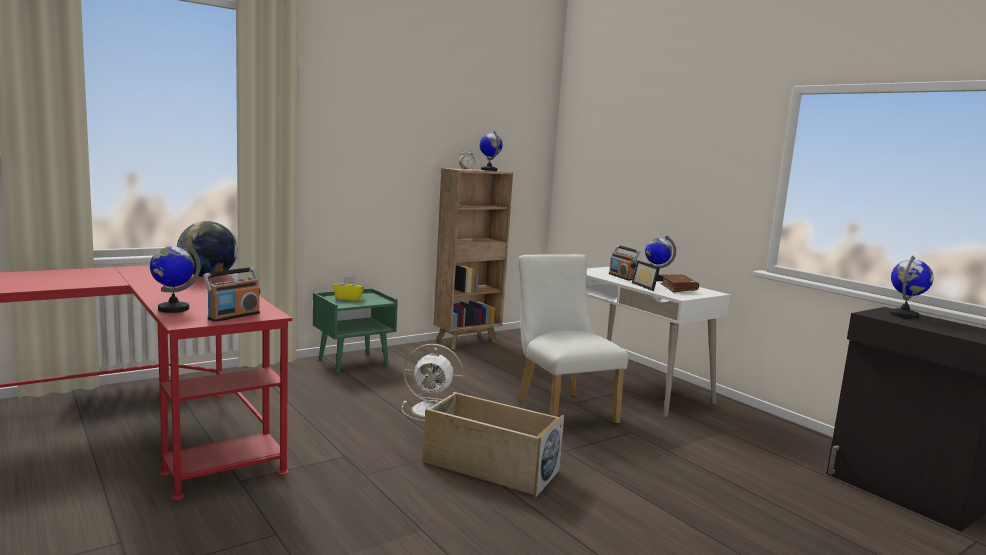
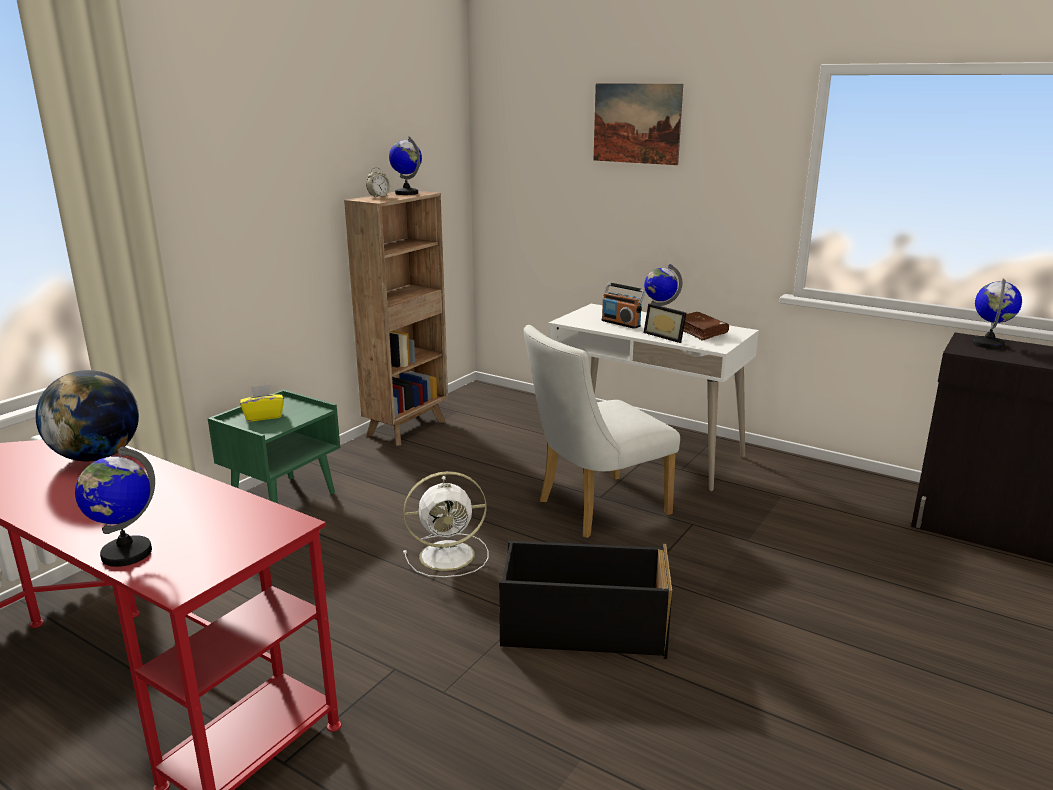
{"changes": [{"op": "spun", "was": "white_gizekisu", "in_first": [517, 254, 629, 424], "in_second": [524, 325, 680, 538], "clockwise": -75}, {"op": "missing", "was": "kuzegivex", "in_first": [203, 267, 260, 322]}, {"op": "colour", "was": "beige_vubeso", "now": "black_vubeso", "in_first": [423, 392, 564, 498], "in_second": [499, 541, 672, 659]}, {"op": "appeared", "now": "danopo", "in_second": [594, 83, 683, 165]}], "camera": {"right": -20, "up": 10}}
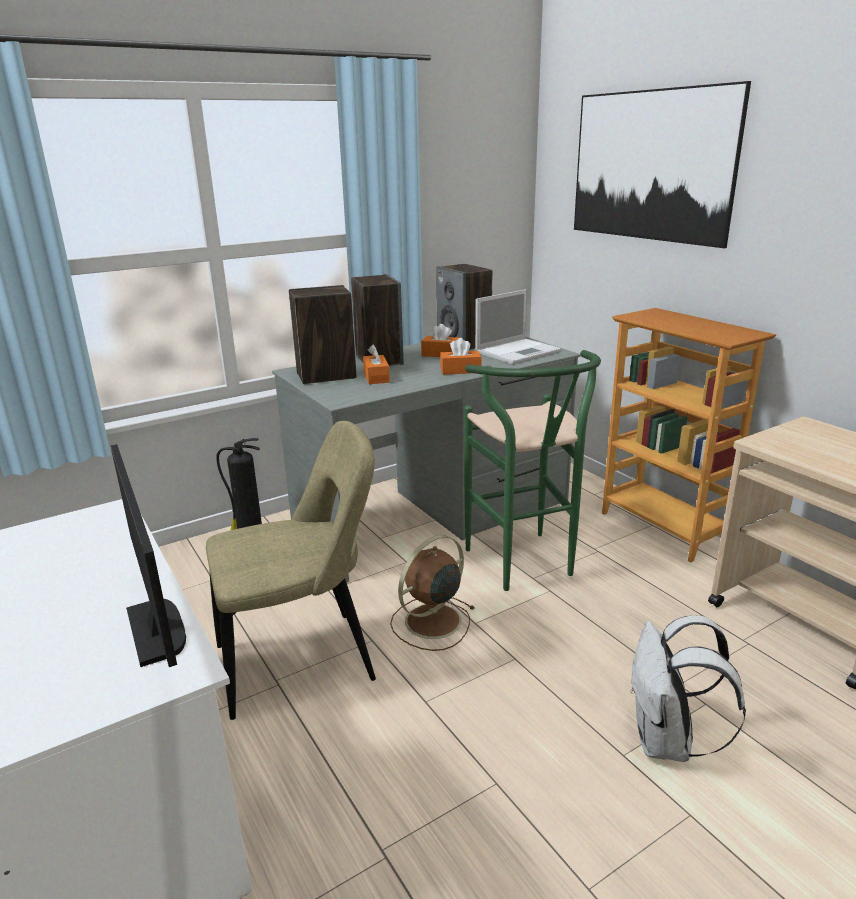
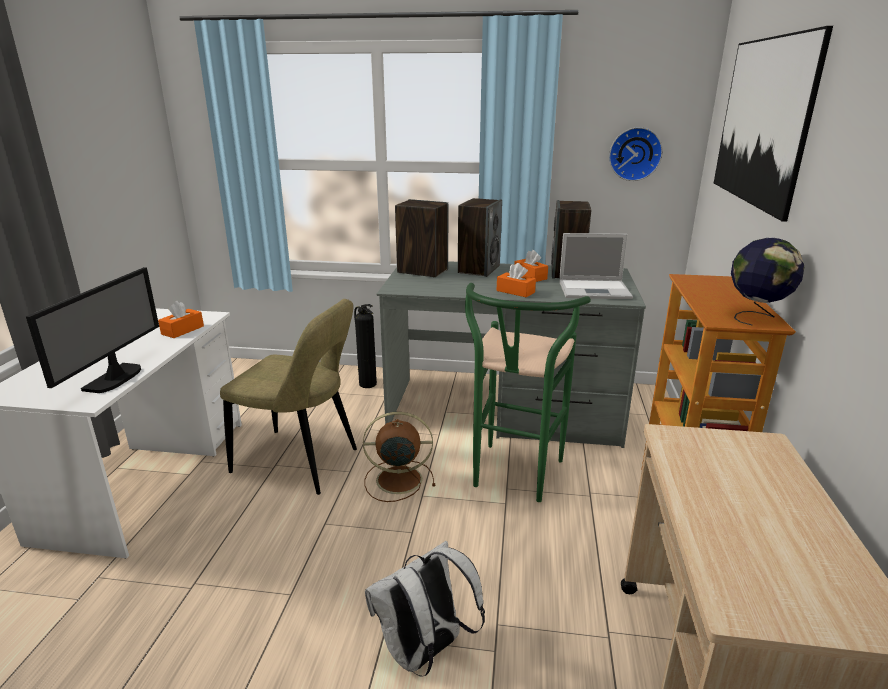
{"changes": [{"op": "relocated", "was": "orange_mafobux", "in_first": [363, 344, 390, 384], "in_second": [158, 301, 204, 338]}, {"op": "appeared", "now": "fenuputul", "in_second": [609, 127, 663, 181]}, {"op": "appeared", "now": "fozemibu", "in_second": [731, 237, 804, 325]}], "camera": {"right": 40, "up": 0}}
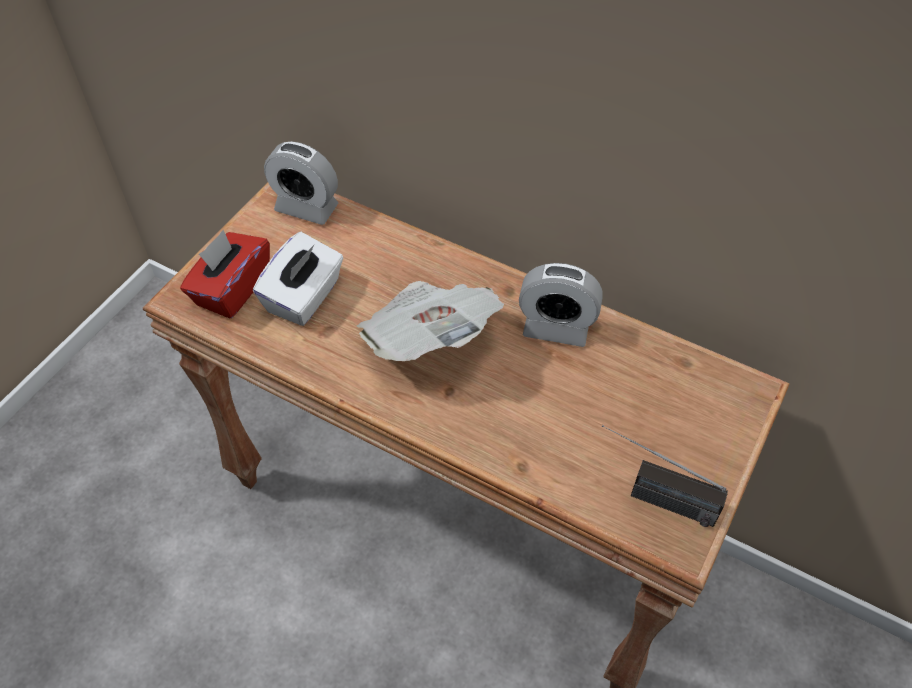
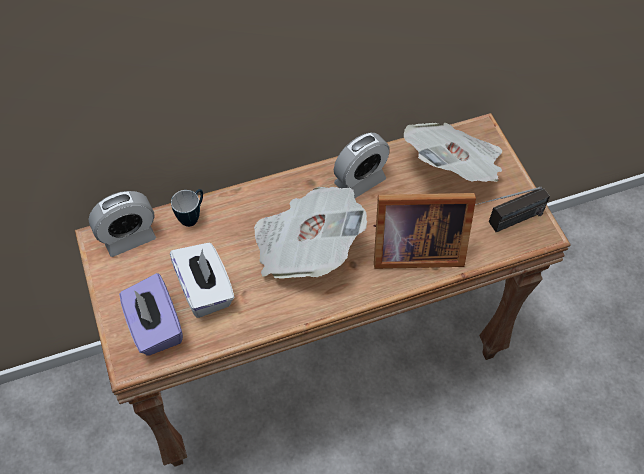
{"changes": [{"op": "colour", "was": "red_mafobux", "now": "purple_mafobux", "in_first": [180, 230, 270, 318], "in_second": [119, 273, 183, 356]}, {"op": "appeared", "now": "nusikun", "in_second": [404, 123, 502, 182]}, {"op": "appeared", "now": "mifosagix", "in_second": [171, 189, 203, 227]}, {"op": "appeared", "now": "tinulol", "in_second": [373, 193, 476, 269]}], "camera": {"right": -50, "up": 5}}
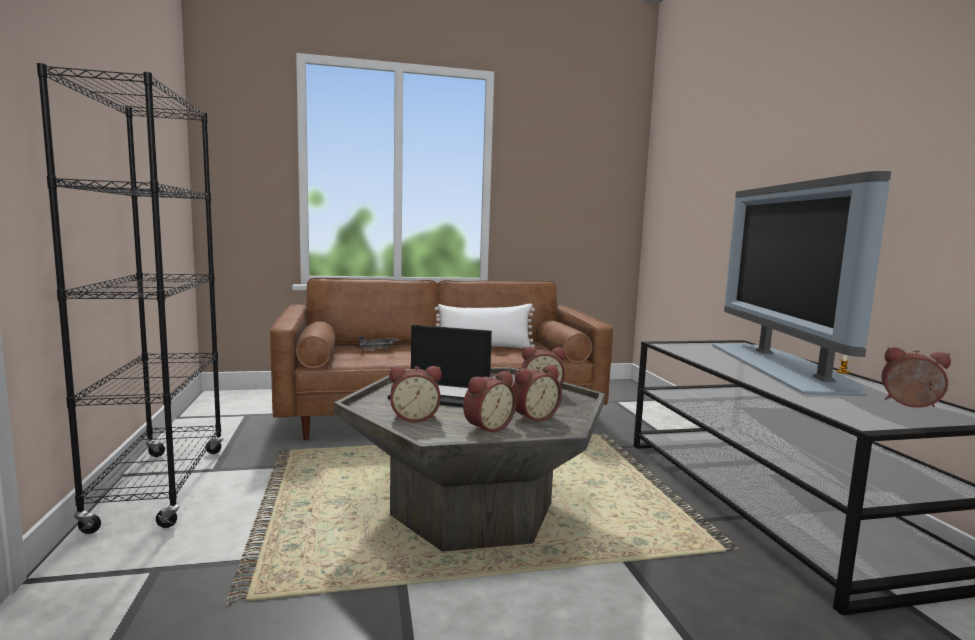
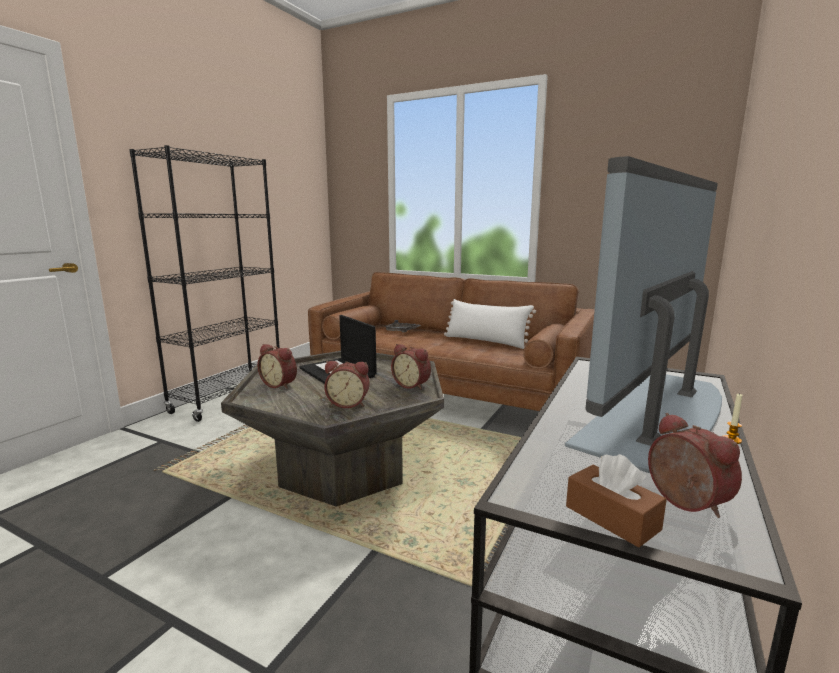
{"changes": [{"op": "missing", "was": "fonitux", "in_first": [463, 371, 517, 434]}, {"op": "appeared", "now": "brown_mafobux", "in_second": [566, 454, 667, 548]}], "camera": {"right": 40, "up": 5}}
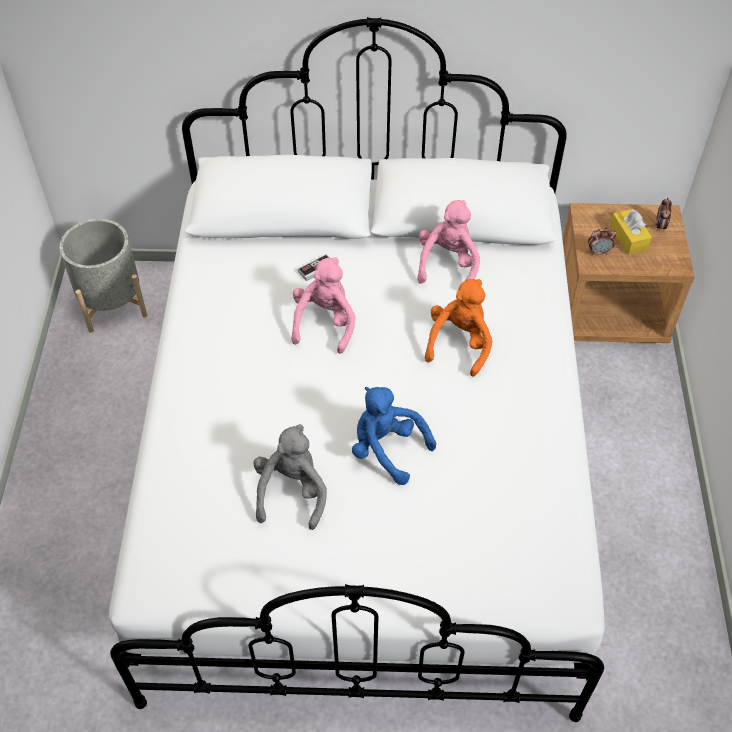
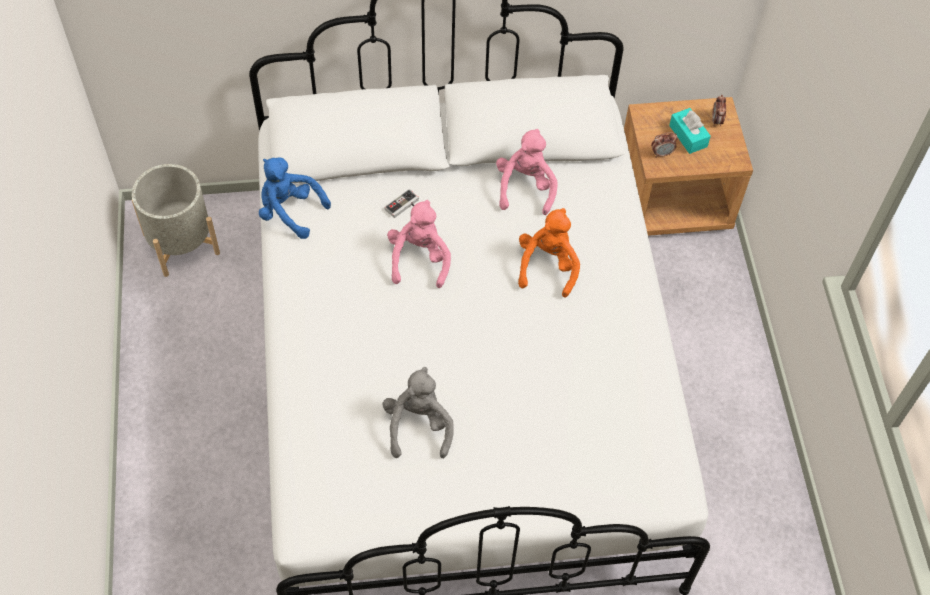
{"changes": [{"op": "colour", "was": "yellow_mafobux", "now": "turquoise_mafobux", "in_first": [610, 209, 652, 255], "in_second": [669, 108, 711, 154]}, {"op": "relocated", "was": "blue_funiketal", "in_first": [352, 387, 436, 485], "in_second": [259, 158, 331, 239]}], "camera": {"right": -10, "up": 5}}
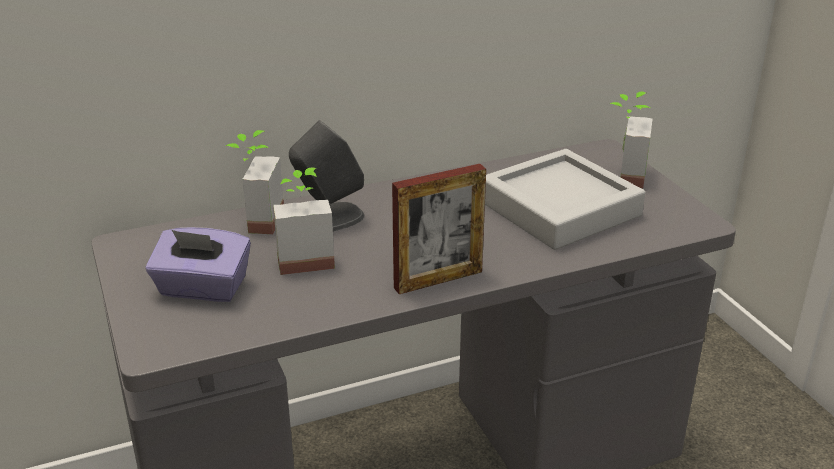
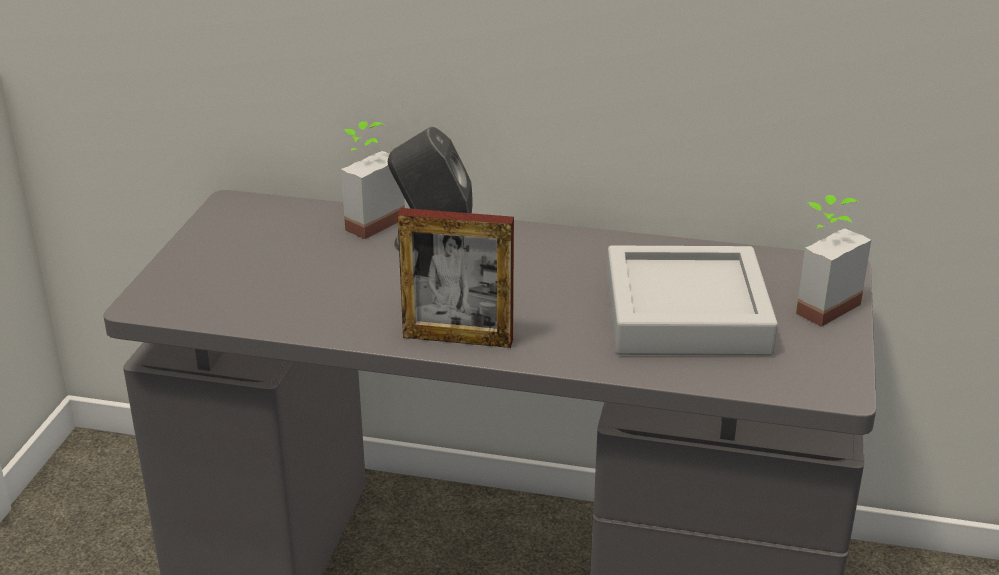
{"changes": [{"op": "missing", "was": "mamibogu", "in_first": [273, 167, 335, 275]}, {"op": "missing", "was": "purple_mafobux", "in_first": [146, 227, 251, 302]}], "camera": {"right": 35, "up": 0}}
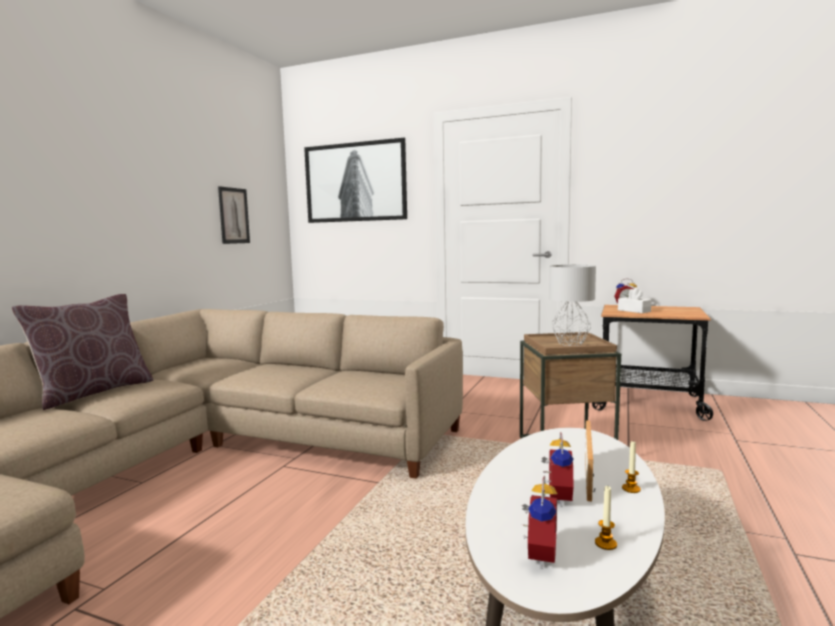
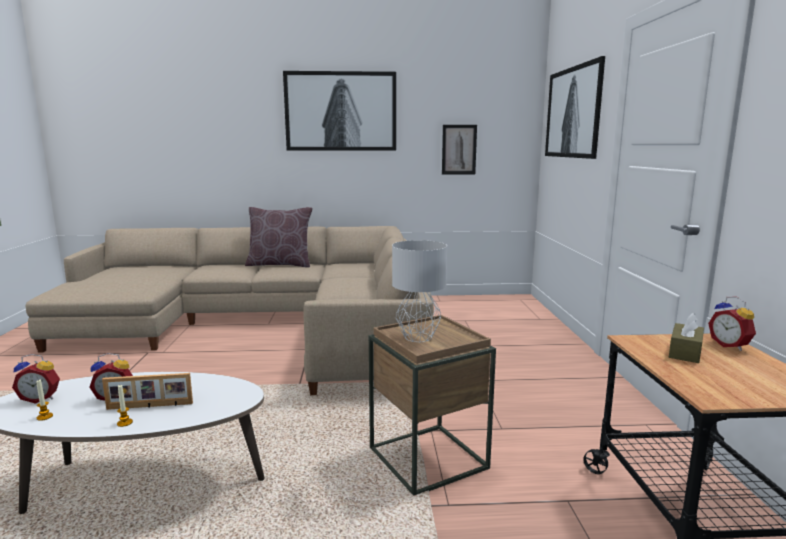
{"changes": [{"op": "colour", "was": "white_mafobux", "now": "brown_mafobux", "in_first": [618, 287, 651, 313], "in_second": [669, 313, 704, 363]}, {"op": "appeared", "now": "danopo", "in_second": [283, 71, 396, 151]}], "camera": {"right": 65, "up": 5}}
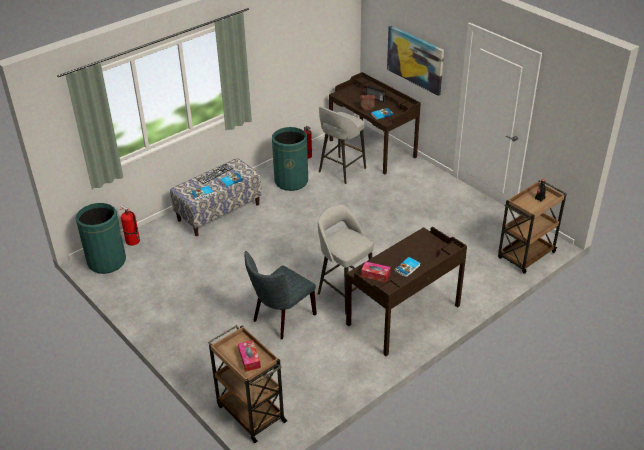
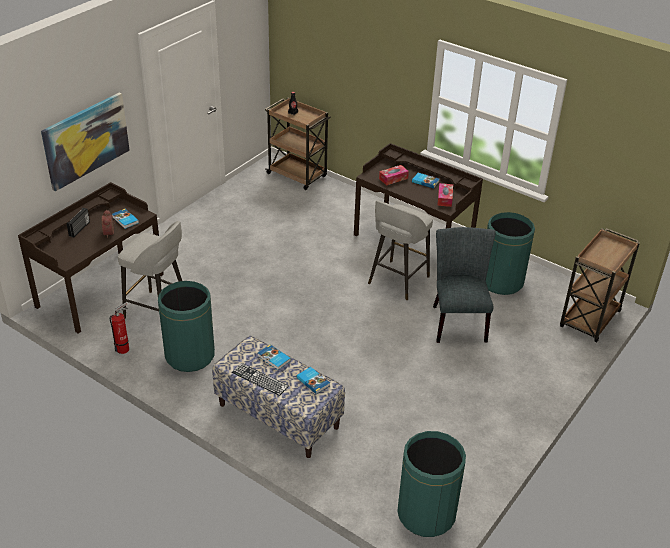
{"changes": [{"op": "missing", "was": "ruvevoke", "in_first": [120, 205, 140, 246]}, {"op": "spun", "was": "grey_gizekisu", "in_first": [244, 251, 317, 339], "in_second": [433, 227, 496, 343], "clockwise": -120}, {"op": "relocated", "was": "mafobux", "in_first": [238, 340, 261, 372], "in_second": [379, 165, 409, 186]}, {"op": "appeared", "now": "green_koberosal", "in_second": [486, 212, 535, 295]}], "camera": {"right": -105, "up": 0}}
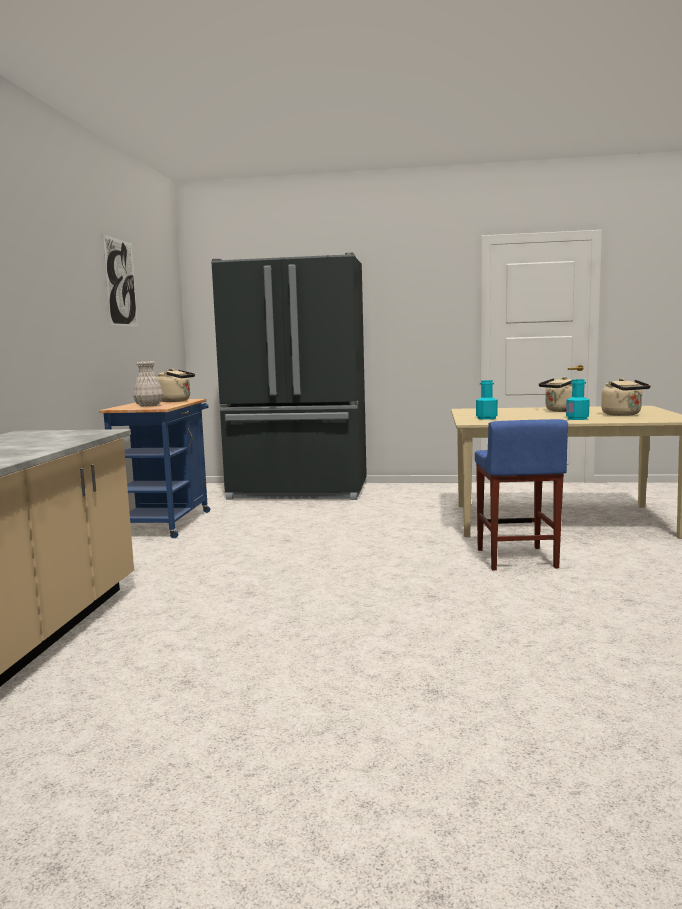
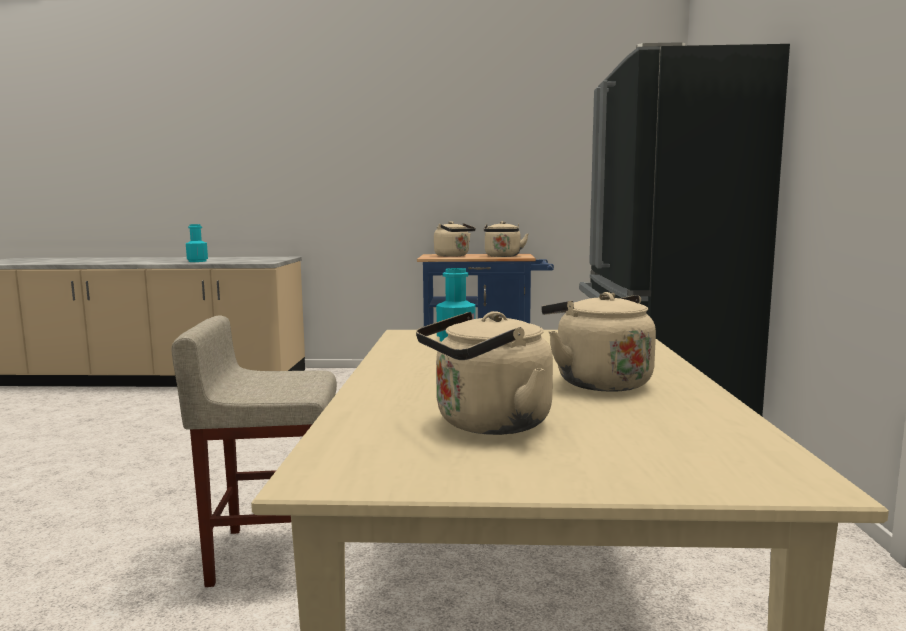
{"changes": [{"op": "missing", "was": "danopo", "in_first": [103, 234, 138, 326]}, {"op": "exchanged", "was": "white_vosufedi", "now": "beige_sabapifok", "in_first": [133, 362, 163, 407], "in_second": [434, 221, 476, 257]}, {"op": "relocated", "was": "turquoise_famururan", "in_first": [566, 379, 590, 420], "in_second": [186, 224, 208, 262]}, {"op": "colour", "was": "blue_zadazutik", "now": "beige_zadazutik", "in_first": [475, 419, 568, 570], "in_second": [171, 316, 337, 587]}], "camera": {"right": 85, "up": 0}}
